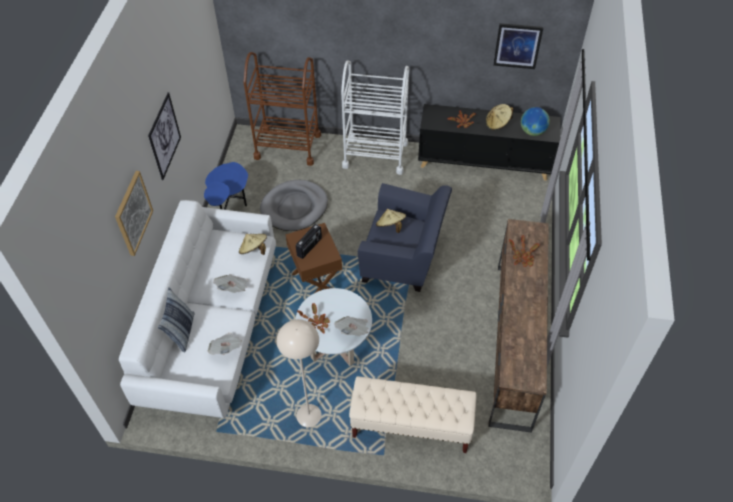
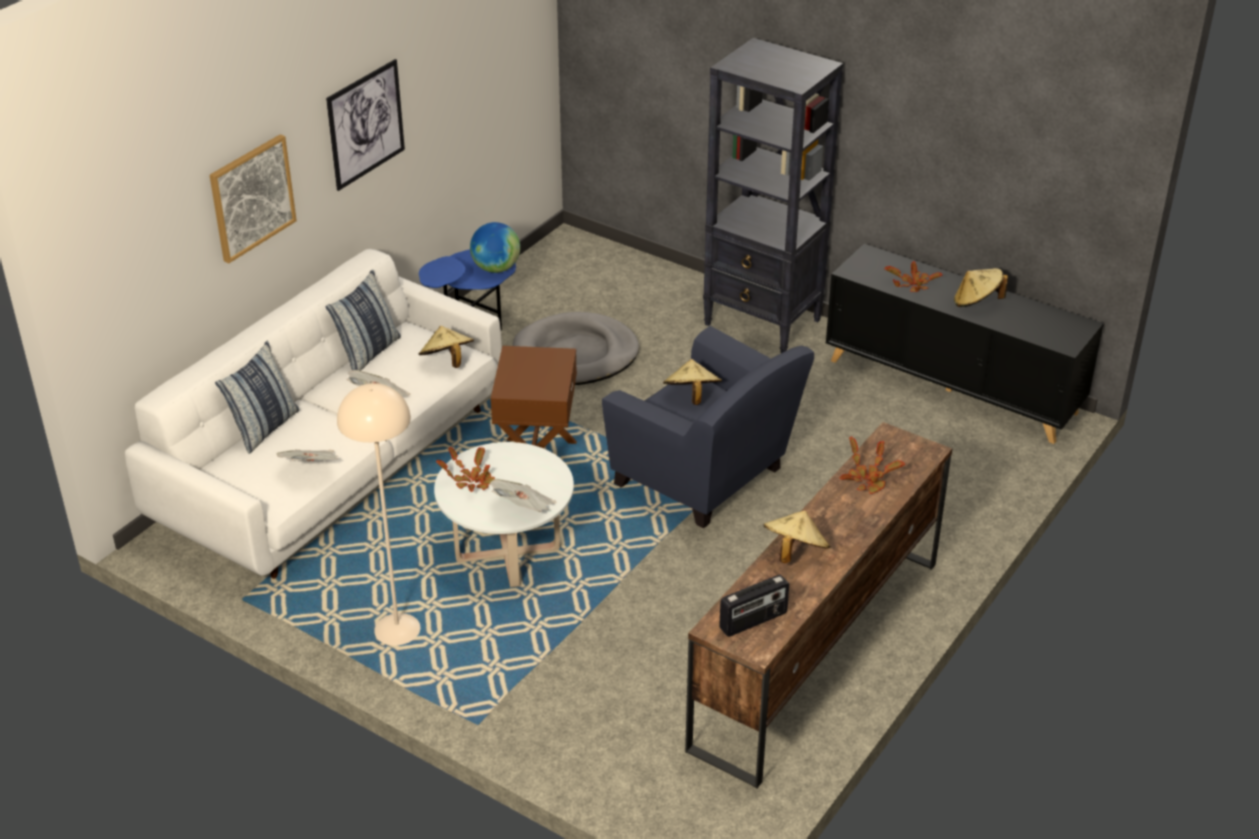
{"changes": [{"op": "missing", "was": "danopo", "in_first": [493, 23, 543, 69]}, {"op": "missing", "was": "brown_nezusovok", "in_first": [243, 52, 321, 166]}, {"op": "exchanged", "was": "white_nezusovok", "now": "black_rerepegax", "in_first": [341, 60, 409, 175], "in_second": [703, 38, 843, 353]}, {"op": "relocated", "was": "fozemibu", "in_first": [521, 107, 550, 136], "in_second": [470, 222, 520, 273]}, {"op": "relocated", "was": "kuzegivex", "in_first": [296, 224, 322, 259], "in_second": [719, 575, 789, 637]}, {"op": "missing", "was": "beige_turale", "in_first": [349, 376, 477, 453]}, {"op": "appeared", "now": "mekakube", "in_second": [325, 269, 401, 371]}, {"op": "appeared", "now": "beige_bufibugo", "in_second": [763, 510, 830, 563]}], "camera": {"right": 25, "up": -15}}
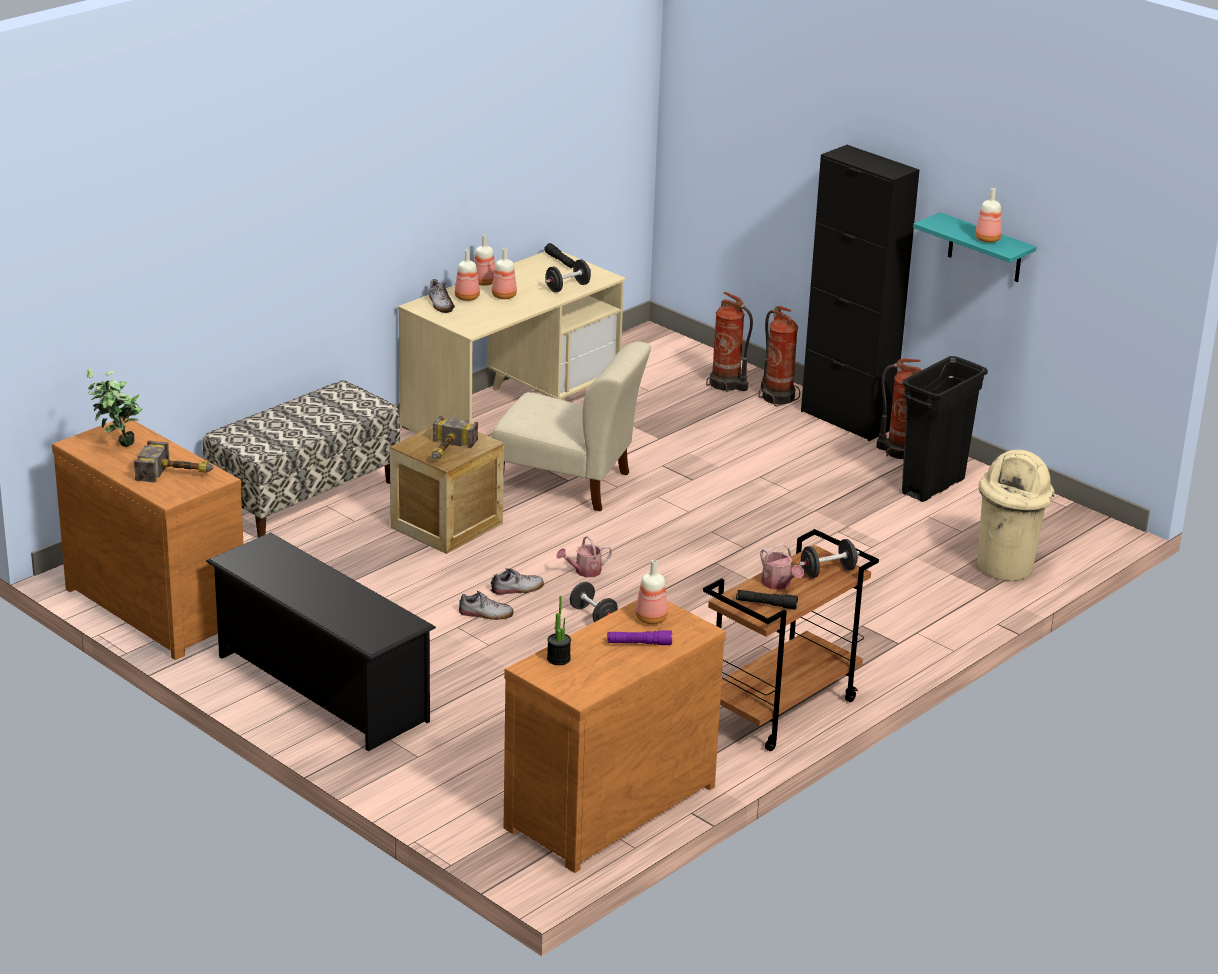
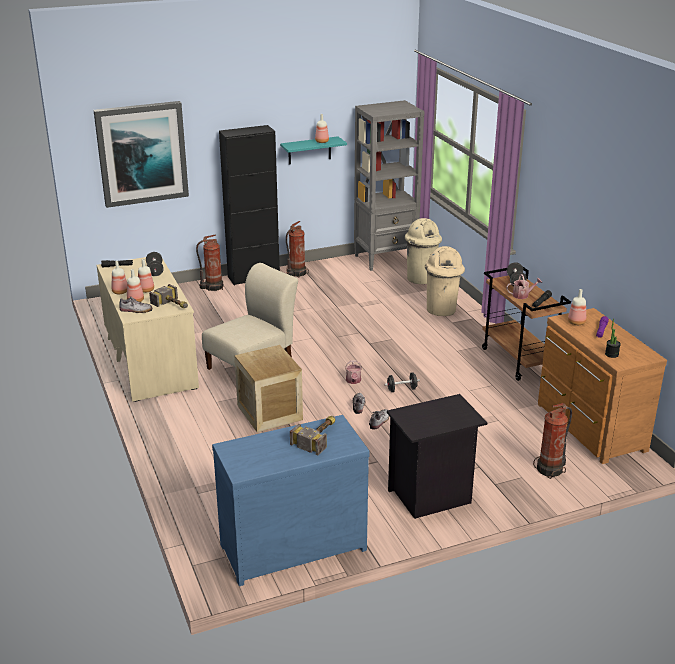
{"changes": [{"op": "relocated", "was": "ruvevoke", "in_first": [706, 292, 753, 392], "in_second": [533, 403, 572, 479]}, {"op": "missing", "was": "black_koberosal", "in_first": [902, 356, 988, 502]}, {"op": "missing", "was": "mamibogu", "in_first": [87, 368, 142, 447]}, {"op": "missing", "was": "turale", "in_first": [203, 380, 400, 538]}, {"op": "relocated", "was": "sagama", "in_first": [432, 416, 478, 459], "in_second": [149, 284, 188, 308]}, {"op": "colour", "was": "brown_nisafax", "now": "blue_nisafax", "in_first": [52, 418, 243, 660], "in_second": [212, 415, 369, 586]}, {"op": "exchanged", "was": "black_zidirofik", "now": "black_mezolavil", "in_first": [206, 532, 436, 751], "in_second": [387, 394, 487, 519]}, {"op": "appeared", "now": "grey_rerepegax", "in_second": [354, 100, 425, 271]}, {"op": "appeared", "now": "danopo", "in_second": [93, 101, 189, 208]}, {"op": "appeared", "now": "beige_koberosal", "in_second": [425, 246, 465, 316]}], "camera": {"right": -65, "up": 0}}
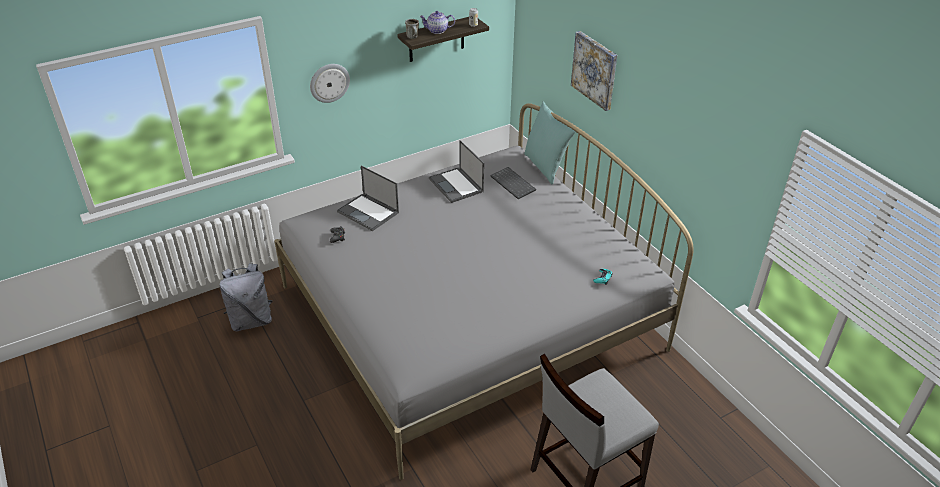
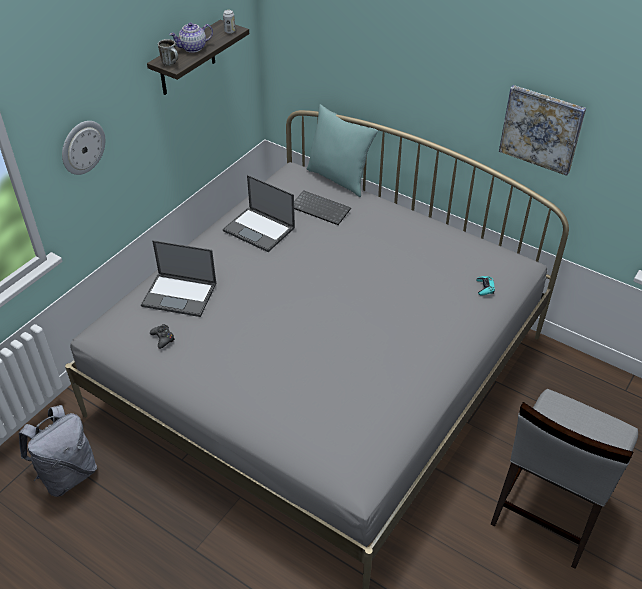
{"changes": [{"op": "relocated", "was": "danopo", "in_first": [571, 31, 617, 111], "in_second": [499, 85, 586, 176]}], "camera": {"right": -25, "up": 5}}
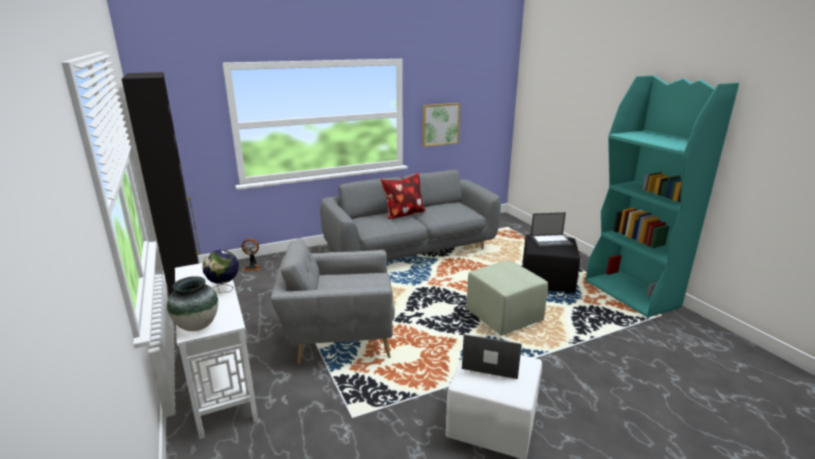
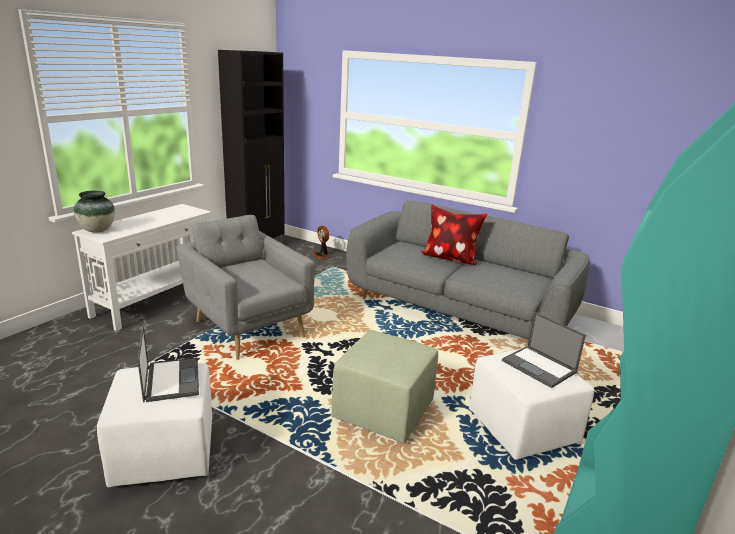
{"changes": [{"op": "missing", "was": "danopo", "in_first": [423, 103, 460, 147]}, {"op": "colour", "was": "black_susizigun", "now": "white_susizigun", "in_first": [522, 234, 580, 293], "in_second": [469, 349, 595, 460]}, {"op": "missing", "was": "fozemibu", "in_first": [203, 250, 239, 292]}], "camera": {"right": 55, "up": 0}}
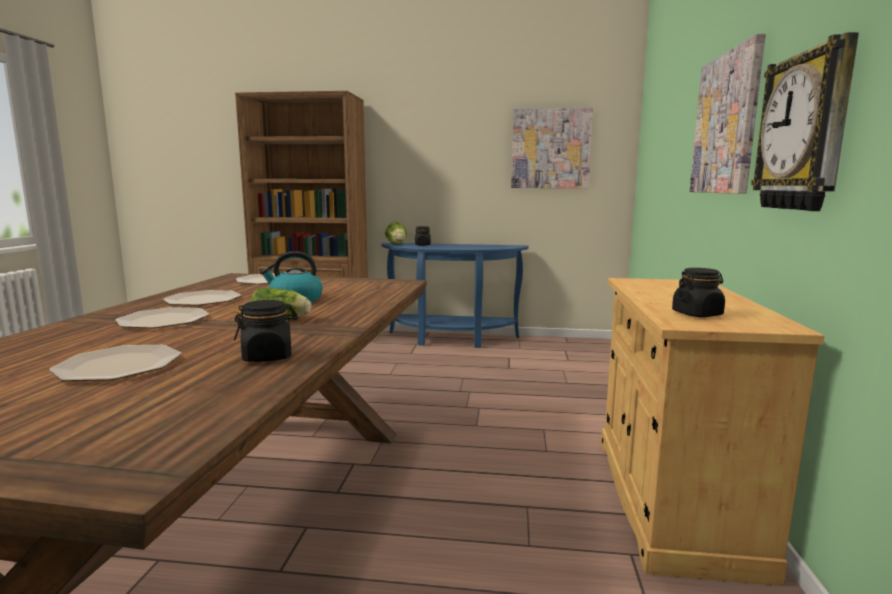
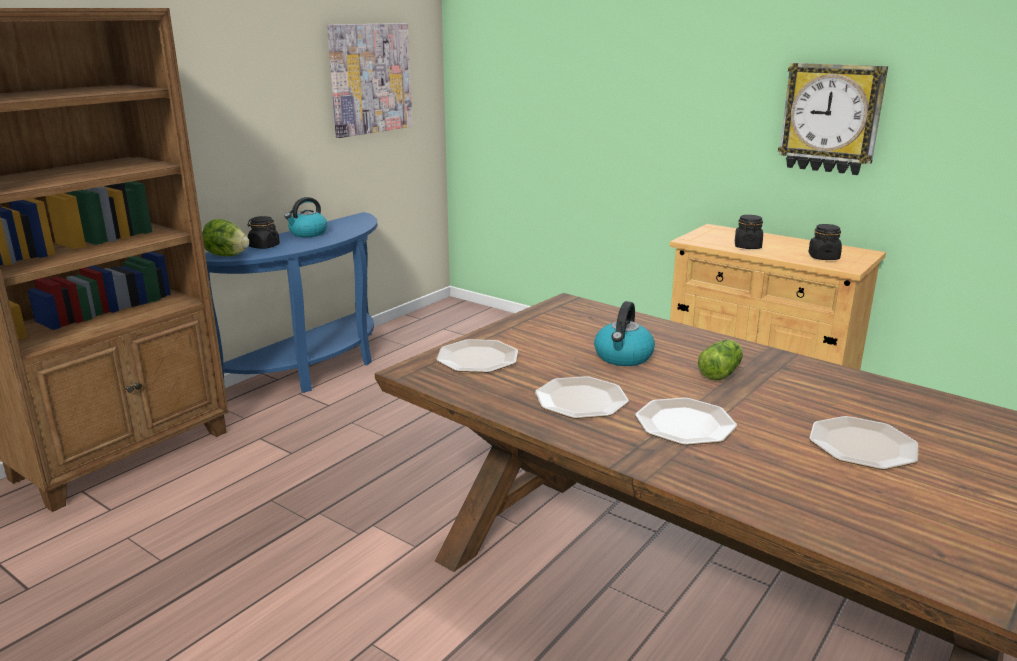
{"changes": [{"op": "missing", "was": "danopo", "in_first": [690, 34, 766, 194]}, {"op": "relocated", "was": "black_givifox", "in_first": [234, 300, 298, 362], "in_second": [735, 215, 763, 249]}, {"op": "appeared", "now": "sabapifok", "in_second": [285, 197, 328, 237]}], "camera": {"right": -60, "up": 10}}
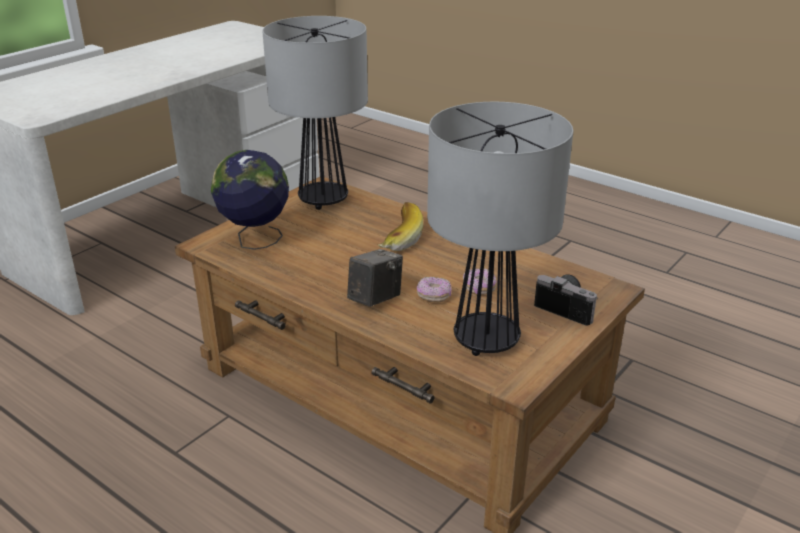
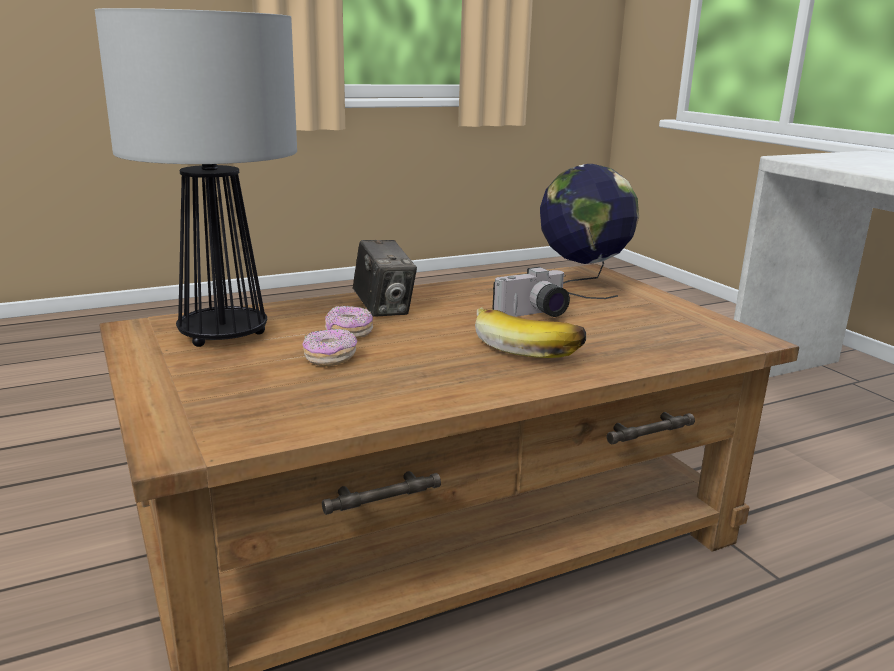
{"changes": [{"op": "missing", "was": "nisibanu", "in_first": [262, 16, 368, 210]}, {"op": "relocated", "was": "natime", "in_first": [534, 274, 598, 326], "in_second": [492, 267, 570, 317]}], "camera": {"right": 115, "up": -10}}
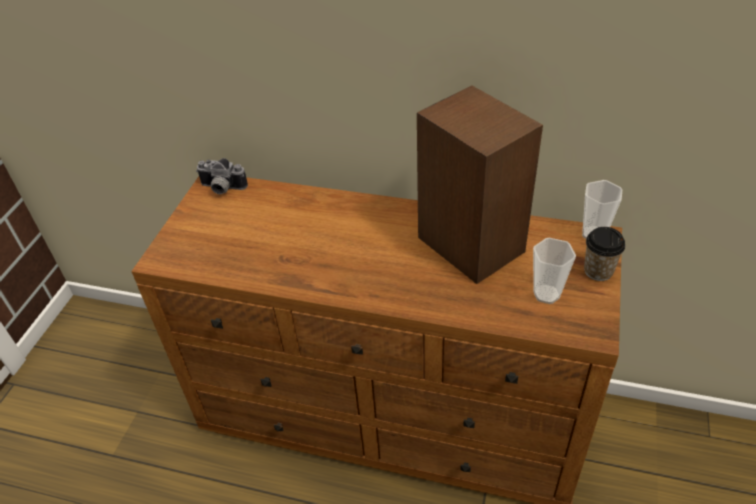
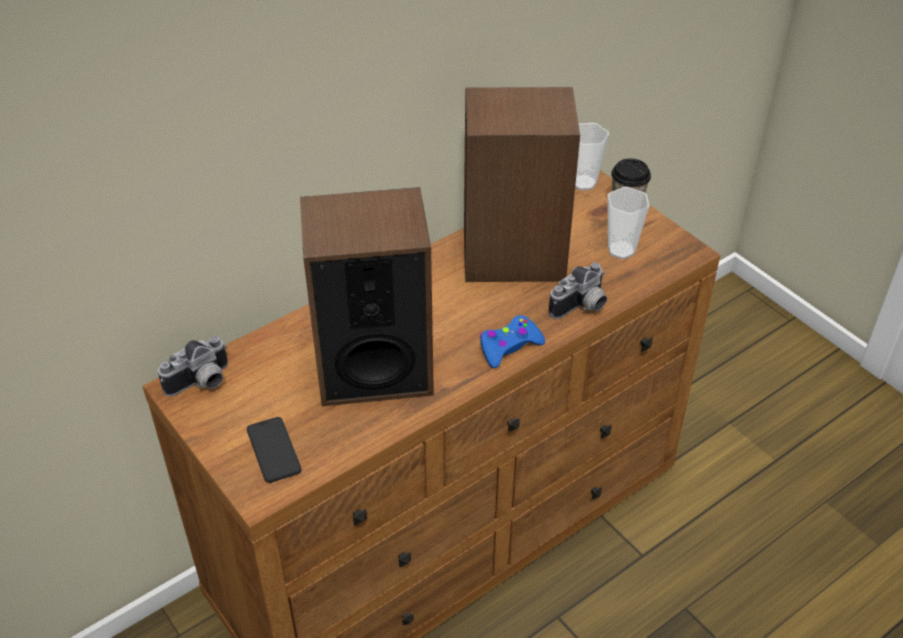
{"changes": [{"op": "appeared", "now": "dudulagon", "in_second": [300, 187, 434, 406]}, {"op": "appeared", "now": "natime", "in_second": [549, 262, 607, 319]}, {"op": "appeared", "now": "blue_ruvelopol", "in_second": [480, 315, 545, 368]}, {"op": "appeared", "now": "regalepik", "in_second": [247, 417, 301, 483]}], "camera": {"right": -55, "up": 0}}
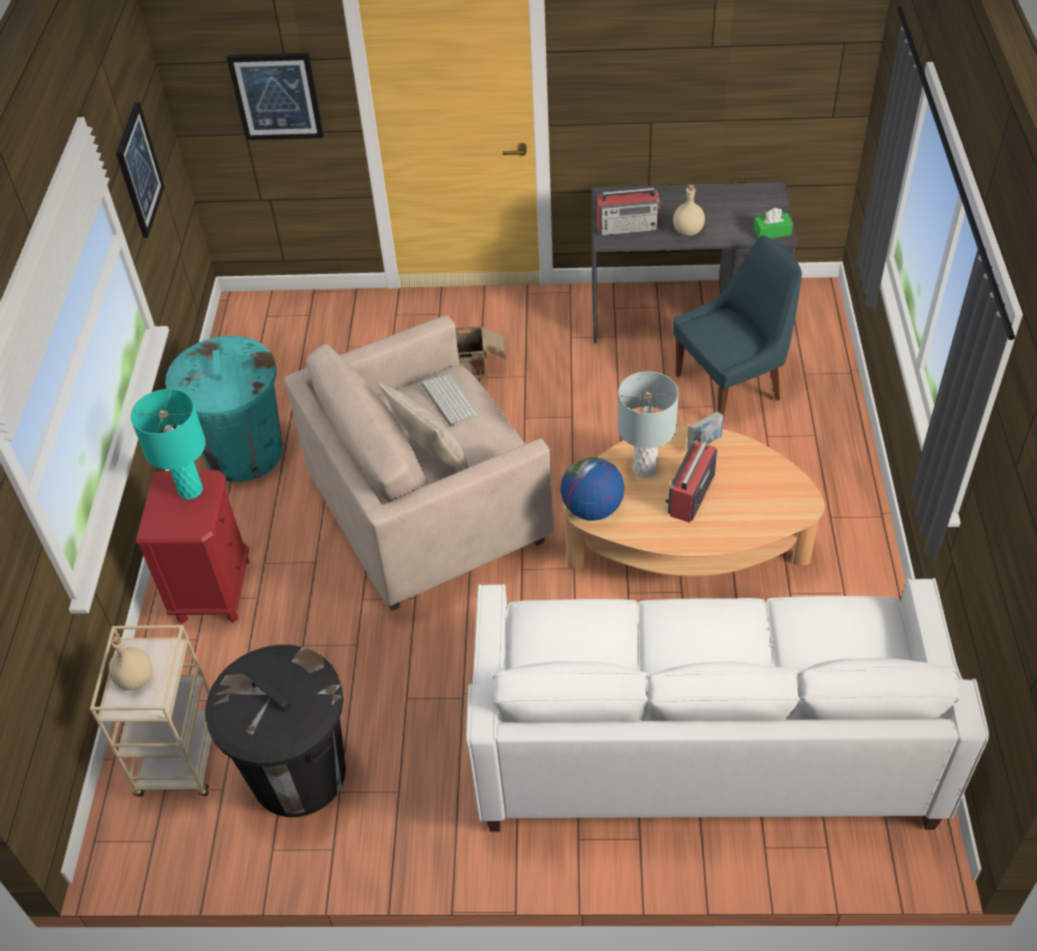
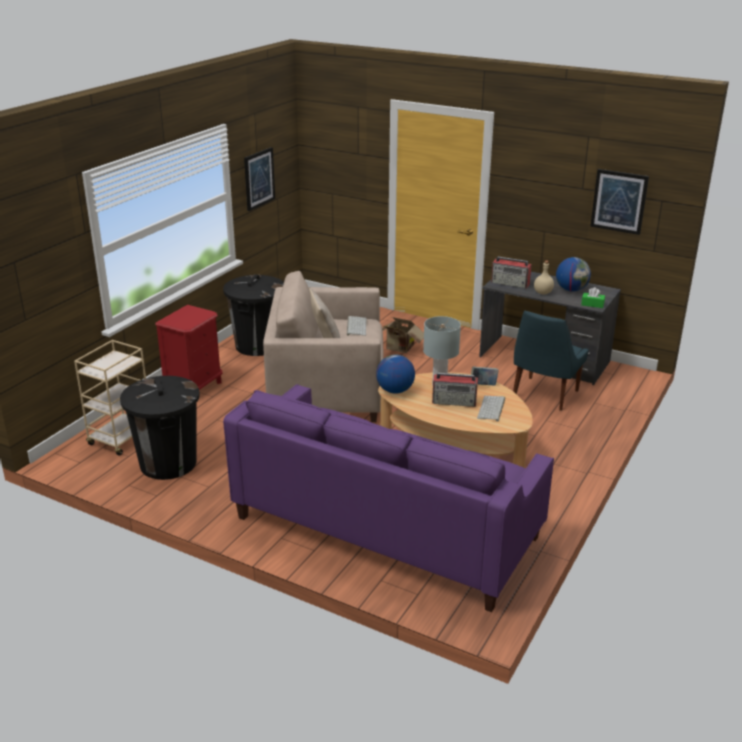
{"changes": [{"op": "relocated", "was": "danopo", "in_first": [227, 53, 324, 140], "in_second": [590, 169, 649, 235]}, {"op": "spun", "was": "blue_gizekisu", "in_first": [673, 235, 802, 420], "in_second": [513, 311, 589, 411], "clockwise": 120}, {"op": "colour", "was": "turquoise_koberosal", "now": "black_koberosal", "in_first": [165, 336, 283, 482], "in_second": [223, 275, 284, 356]}, {"op": "missing", "was": "turquoise_nisibanu", "in_first": [130, 389, 206, 500]}, {"op": "spun", "was": "kuzegivex", "in_first": [665, 441, 717, 523], "in_second": [432, 373, 478, 407], "clockwise": -135}, {"op": "colour", "was": "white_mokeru", "now": "purple_mokeru", "in_first": [466, 578, 989, 832], "in_second": [223, 384, 554, 612]}, {"op": "missing", "was": "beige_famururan", "in_first": [109, 636, 152, 690]}, {"op": "appeared", "now": "fozemibu", "in_second": [556, 257, 591, 292]}, {"op": "appeared", "now": "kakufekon", "in_second": [477, 396, 505, 422]}], "camera": {"right": 25, "up": -20}}
